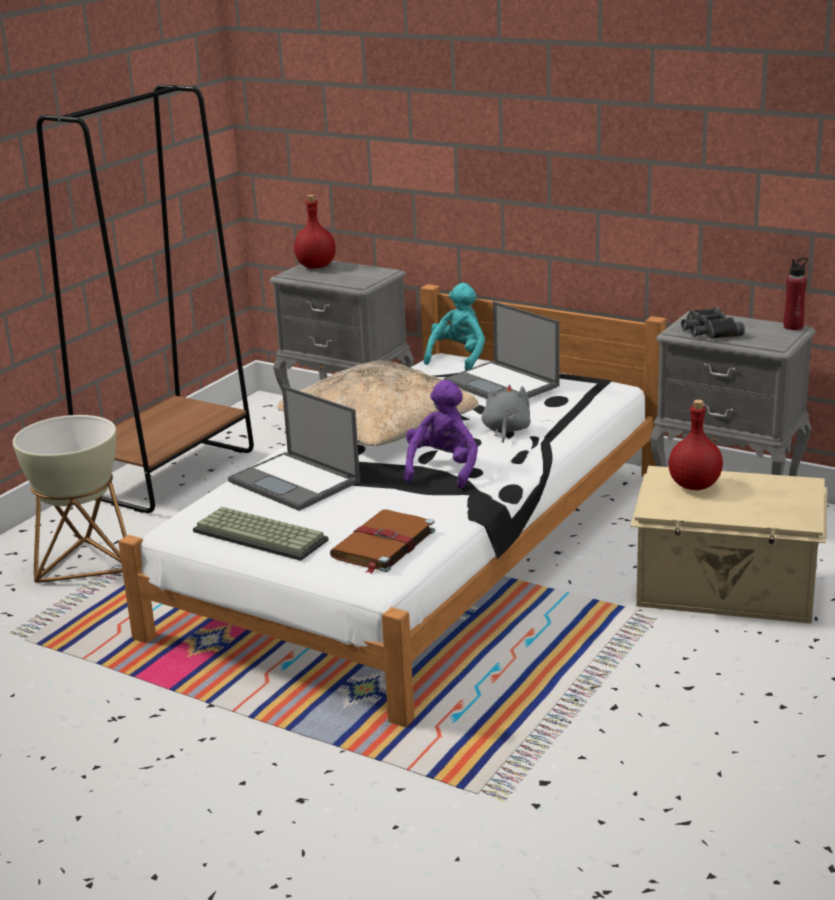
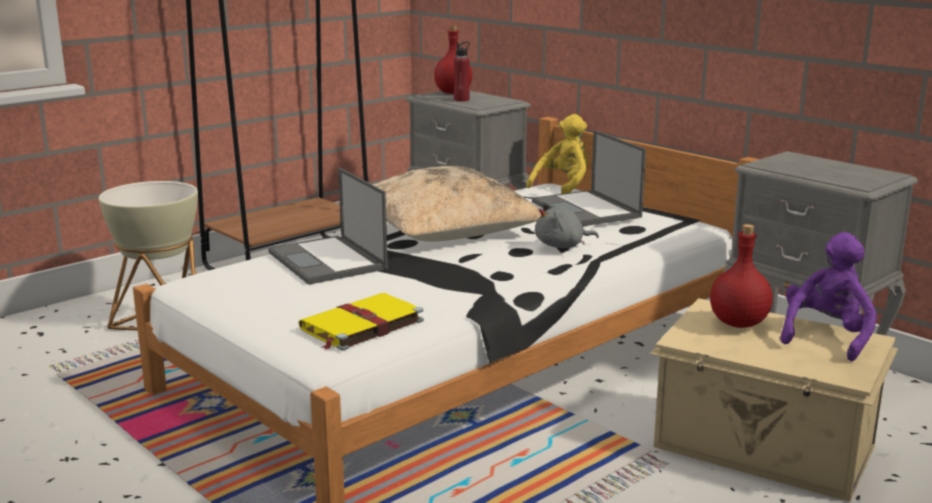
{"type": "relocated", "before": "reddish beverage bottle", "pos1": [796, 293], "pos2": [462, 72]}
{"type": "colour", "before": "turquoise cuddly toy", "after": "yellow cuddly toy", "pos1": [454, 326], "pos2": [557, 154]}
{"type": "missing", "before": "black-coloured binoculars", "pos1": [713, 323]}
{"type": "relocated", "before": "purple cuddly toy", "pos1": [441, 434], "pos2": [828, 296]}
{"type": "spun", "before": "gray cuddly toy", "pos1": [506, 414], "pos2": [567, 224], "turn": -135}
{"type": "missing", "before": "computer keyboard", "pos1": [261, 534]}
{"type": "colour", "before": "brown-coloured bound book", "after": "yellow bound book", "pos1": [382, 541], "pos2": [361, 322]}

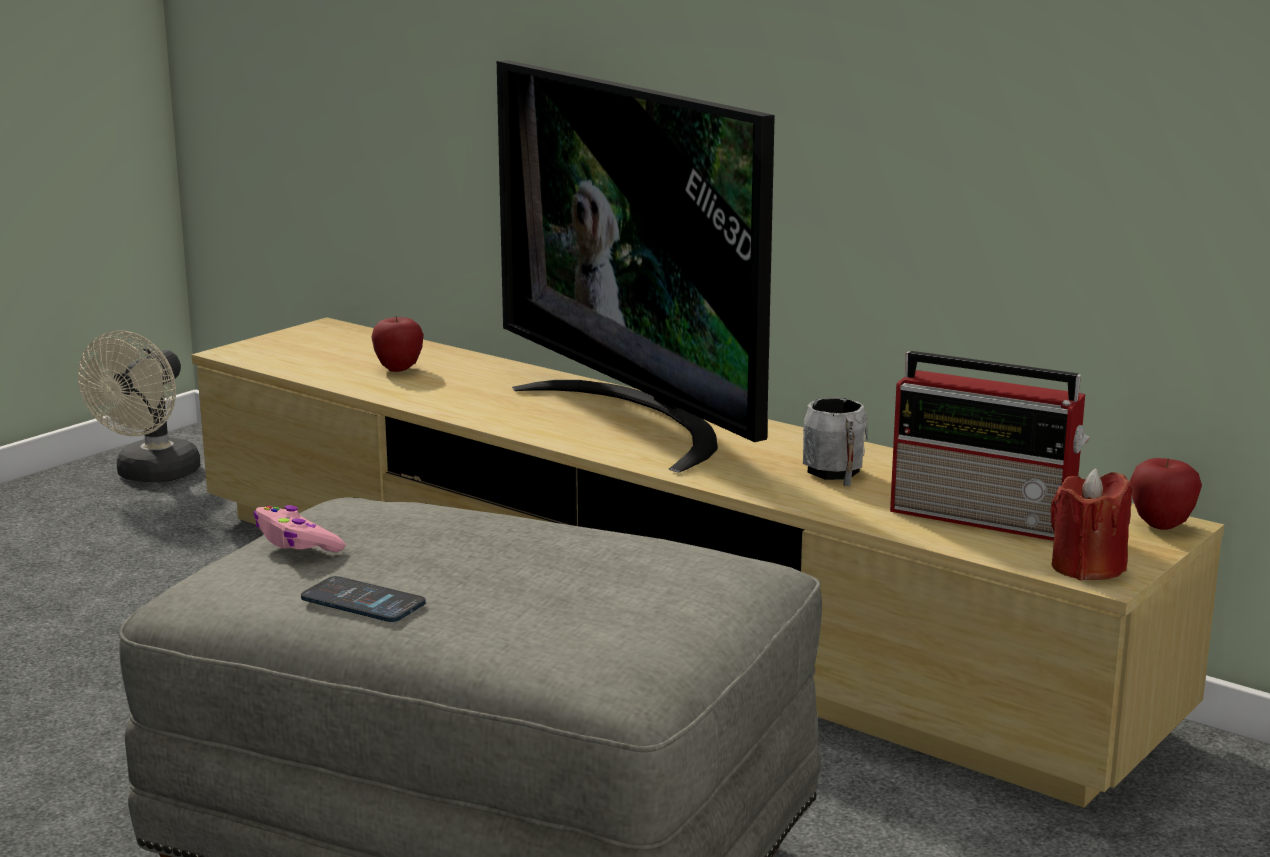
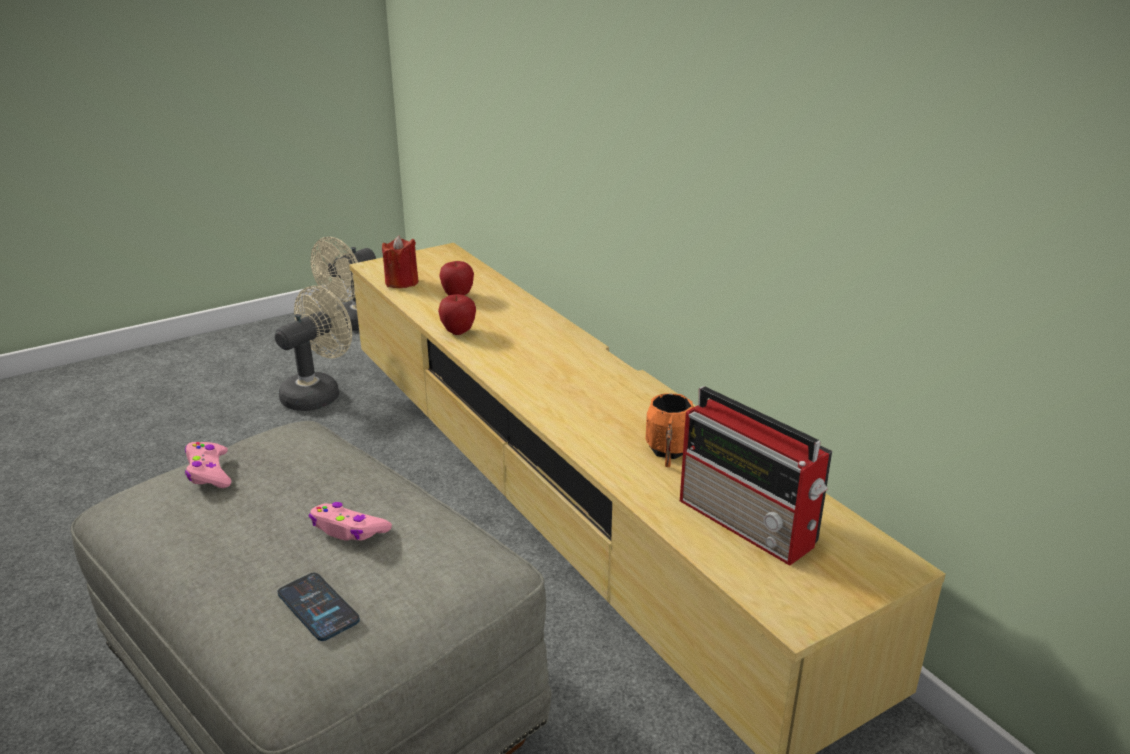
{"type": "missing", "before": "TV set", "pos1": [636, 266]}
{"type": "colour", "before": "gray coffee mug", "after": "orange coffee mug", "pos1": [835, 442], "pos2": [669, 430]}
{"type": "relocated", "before": "apple", "pos1": [1166, 494], "pos2": [457, 314]}
{"type": "relocated", "before": "reddish candle", "pos1": [1091, 524], "pos2": [400, 262]}
{"type": "relocated", "before": "handset", "pos1": [363, 599], "pos2": [318, 607]}
{"type": "appeared", "after": "sand-coloured cooling fan", "pos2": [313, 348]}
{"type": "appeared", "after": "pink-coloured game controller", "pos2": [350, 521]}

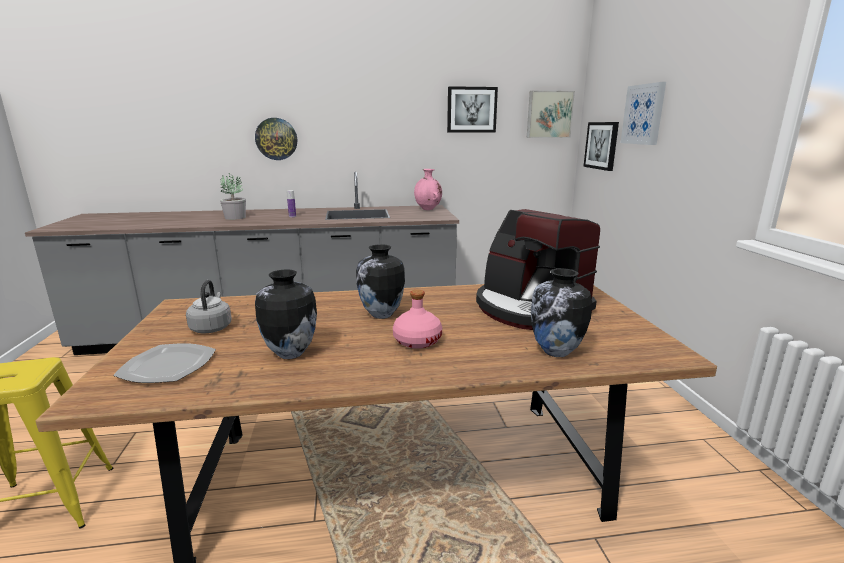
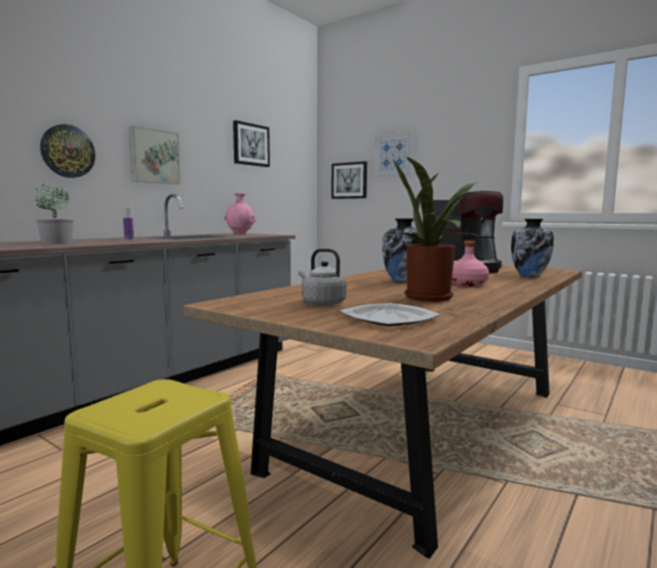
{"type": "relocated", "before": "wall art", "pos1": [551, 114], "pos2": [155, 155]}
{"type": "exchanged", "before": "decorative vase", "after": "houseplant", "pos1": [286, 314], "pos2": [433, 229]}

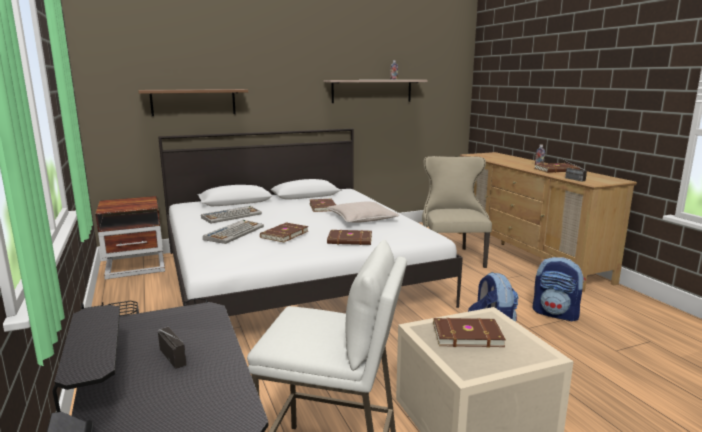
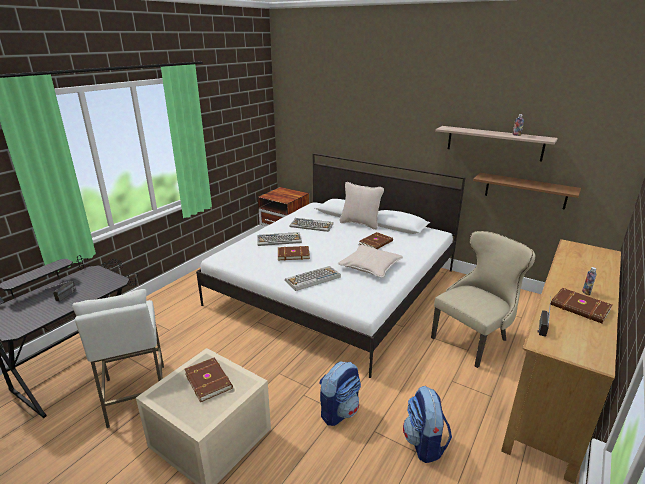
{"type": "relocated", "before": "brown-coloured shelf", "pos1": [193, 102], "pos2": [527, 191]}
{"type": "exchanged", "before": "brown-coloured bound book", "after": "computer keyboard", "pos1": [349, 237], "pos2": [313, 278]}
{"type": "appeared", "after": "sand-coloured cushion", "pos2": [361, 206]}

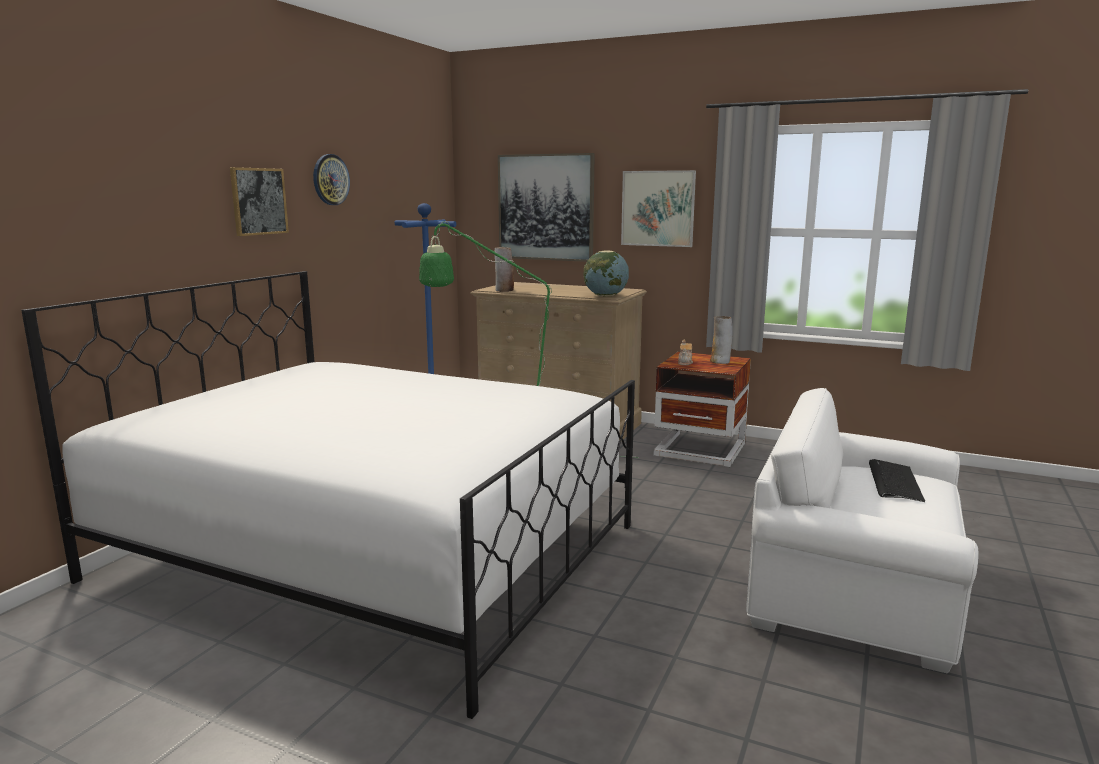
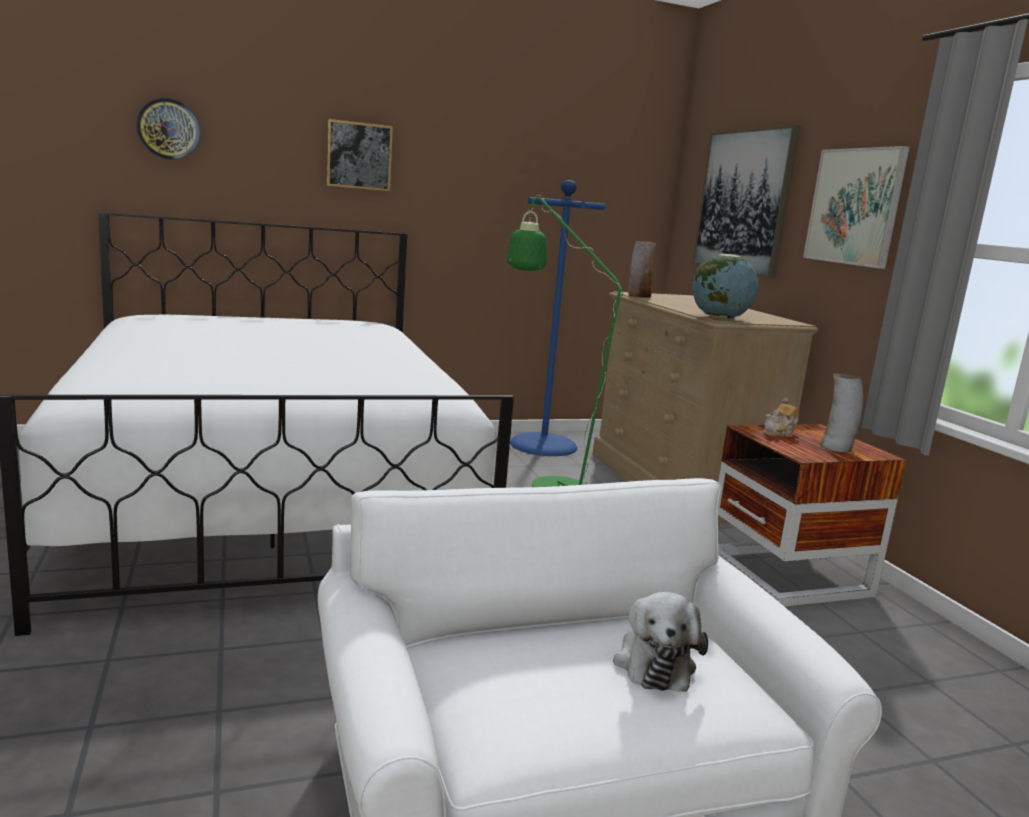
{"type": "relocated", "before": "clock on the wall", "pos1": [331, 179], "pos2": [168, 129]}
{"type": "exchanged", "before": "computer keyboard", "after": "cuddly toy", "pos1": [897, 480], "pos2": [660, 642]}

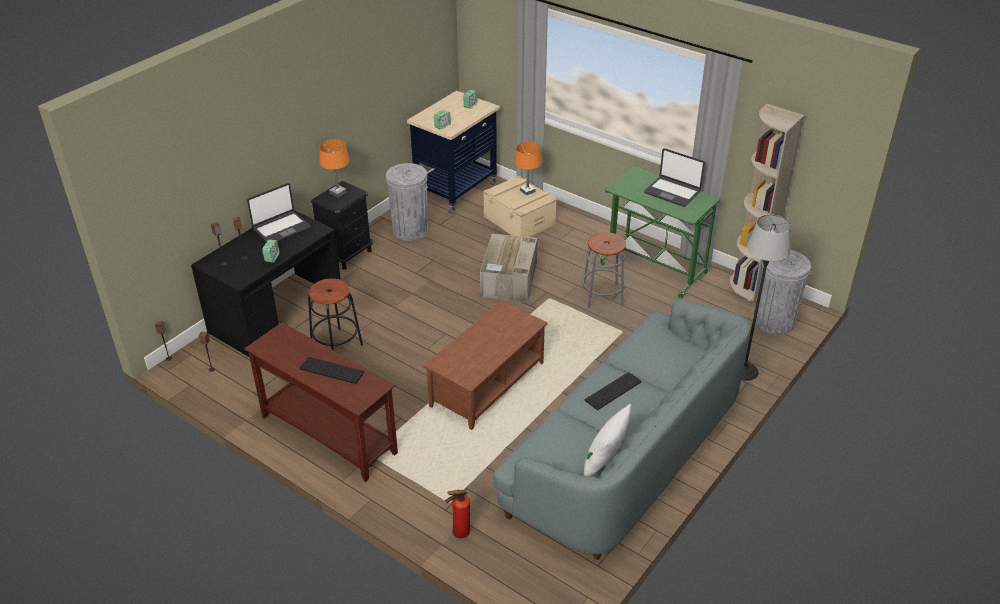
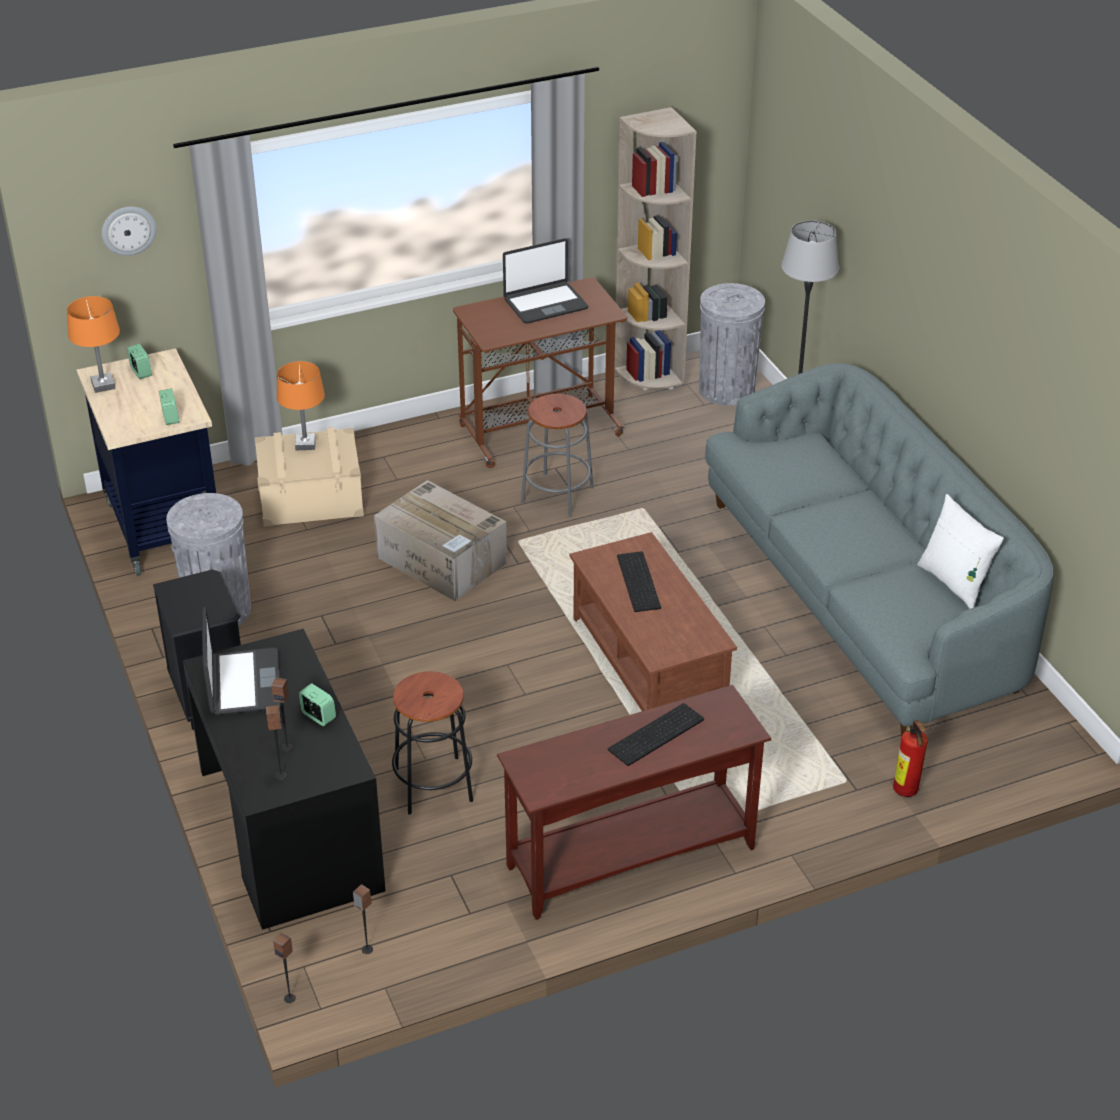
{"type": "relocated", "before": "orange lamp for a table", "pos1": [334, 168], "pos2": [93, 344]}
{"type": "colour", "before": "green-coloured desk unit", "after": "brown-coloured desk unit", "pos1": [660, 232], "pos2": [540, 373]}
{"type": "relocated", "before": "computer keyboard", "pos1": [612, 391], "pos2": [639, 581]}
{"type": "appeared", "after": "clock on the wall", "pos2": [129, 231]}

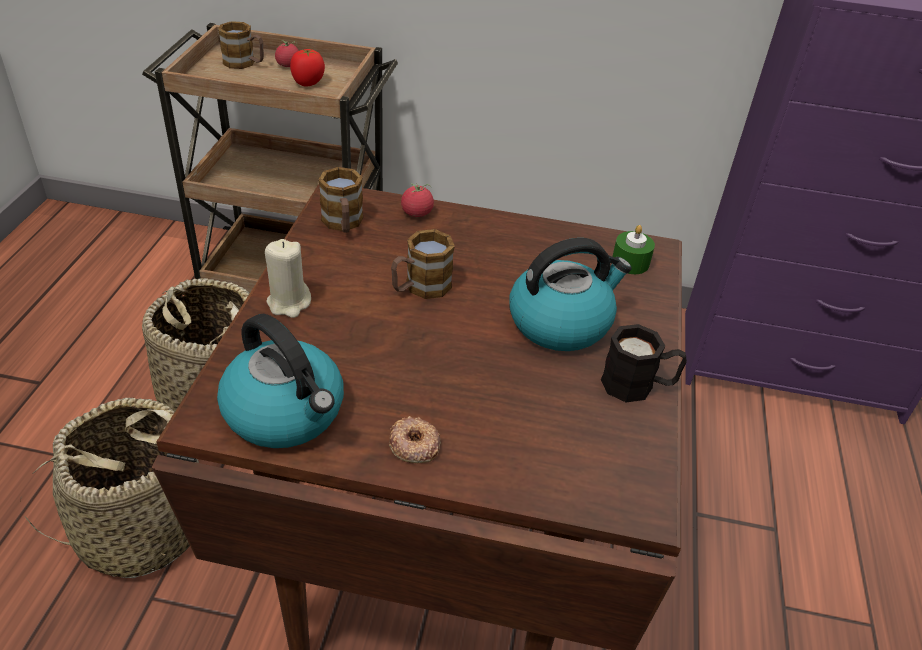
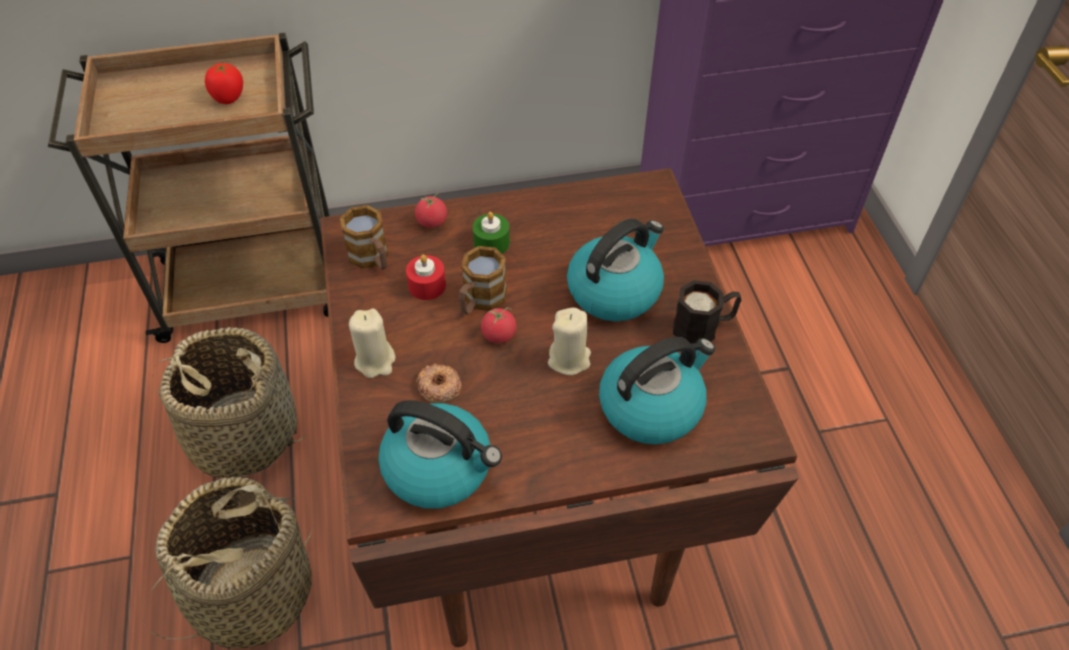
{"type": "missing", "before": "coffee mug", "pos1": [241, 45]}
{"type": "relocated", "before": "fresh tomato", "pos1": [287, 53], "pos2": [498, 325]}
{"type": "relocated", "before": "green-coloured candle", "pos1": [633, 249], "pos2": [491, 233]}
{"type": "relocated", "before": "ring doughnut", "pos1": [414, 439], "pos2": [439, 383]}
{"type": "appeared", "after": "reddish candle", "pos2": [426, 277]}
{"type": "appeared", "after": "sand-coloured candle", "pos2": [569, 341]}
{"type": "appeared", "after": "water kettle", "pos2": [657, 390]}

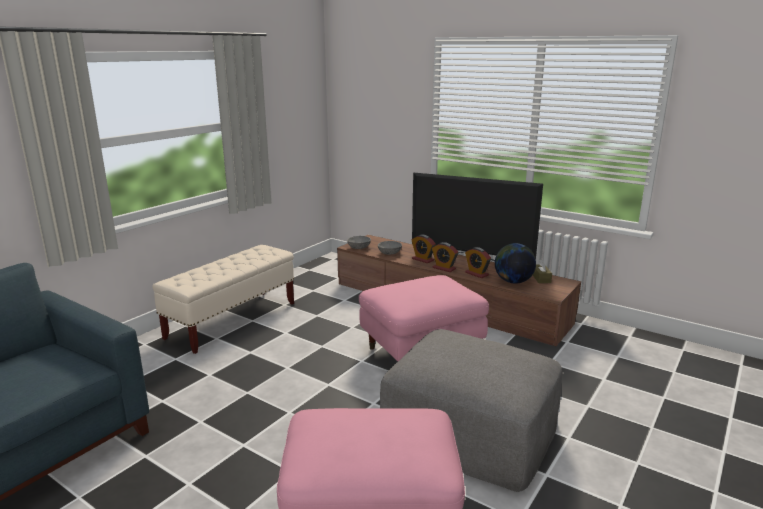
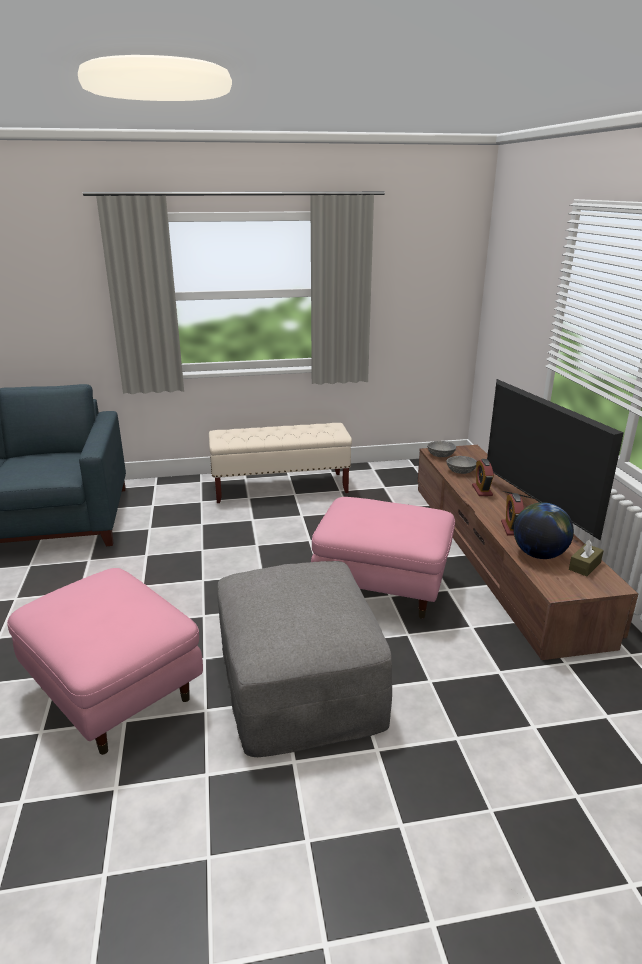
{"type": "missing", "before": "bedside clock", "pos1": [445, 257]}

